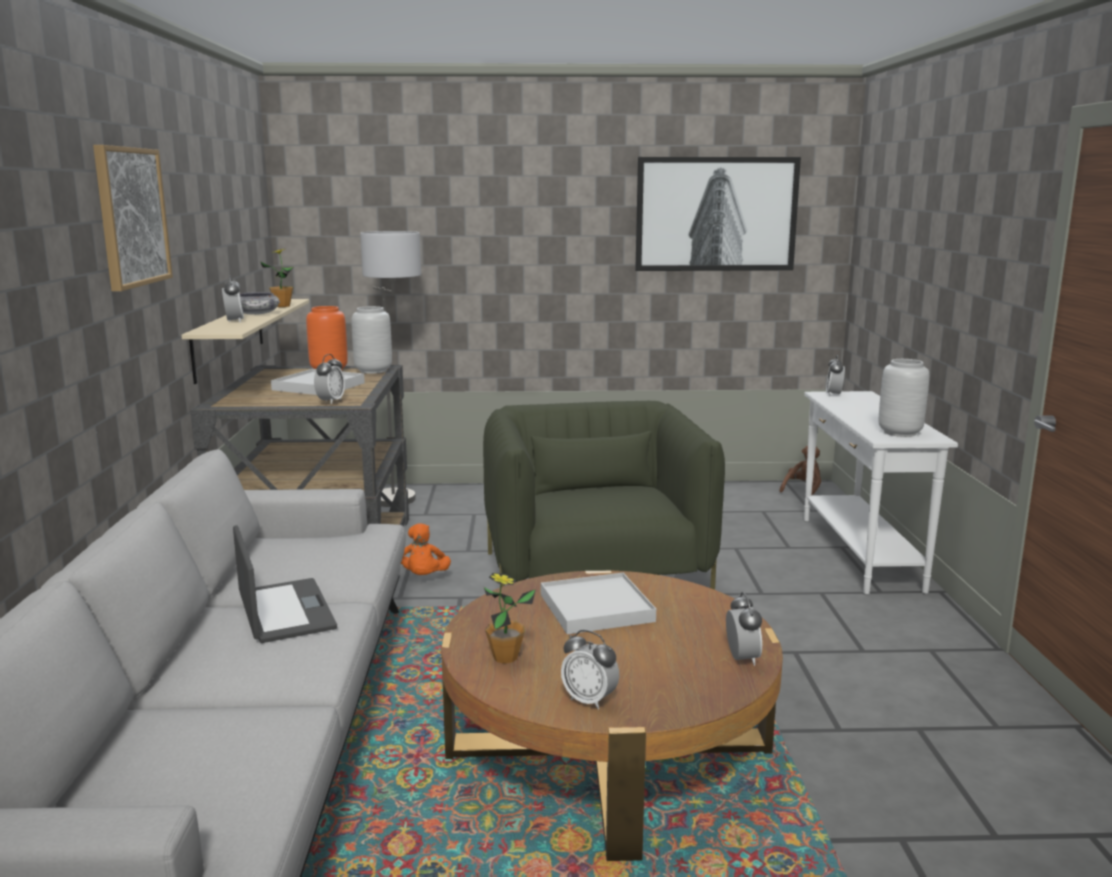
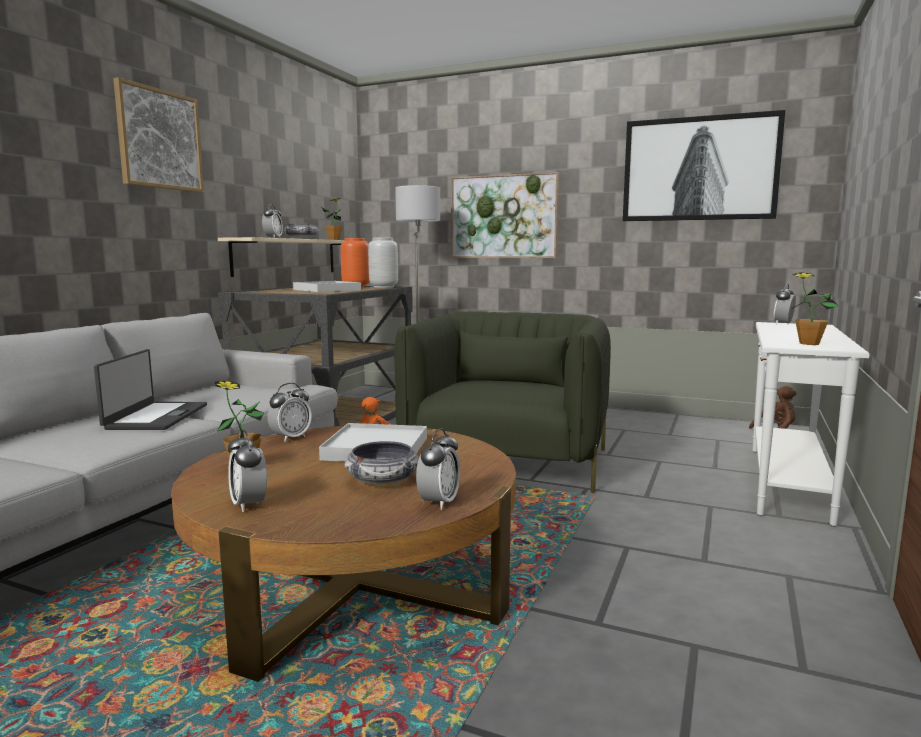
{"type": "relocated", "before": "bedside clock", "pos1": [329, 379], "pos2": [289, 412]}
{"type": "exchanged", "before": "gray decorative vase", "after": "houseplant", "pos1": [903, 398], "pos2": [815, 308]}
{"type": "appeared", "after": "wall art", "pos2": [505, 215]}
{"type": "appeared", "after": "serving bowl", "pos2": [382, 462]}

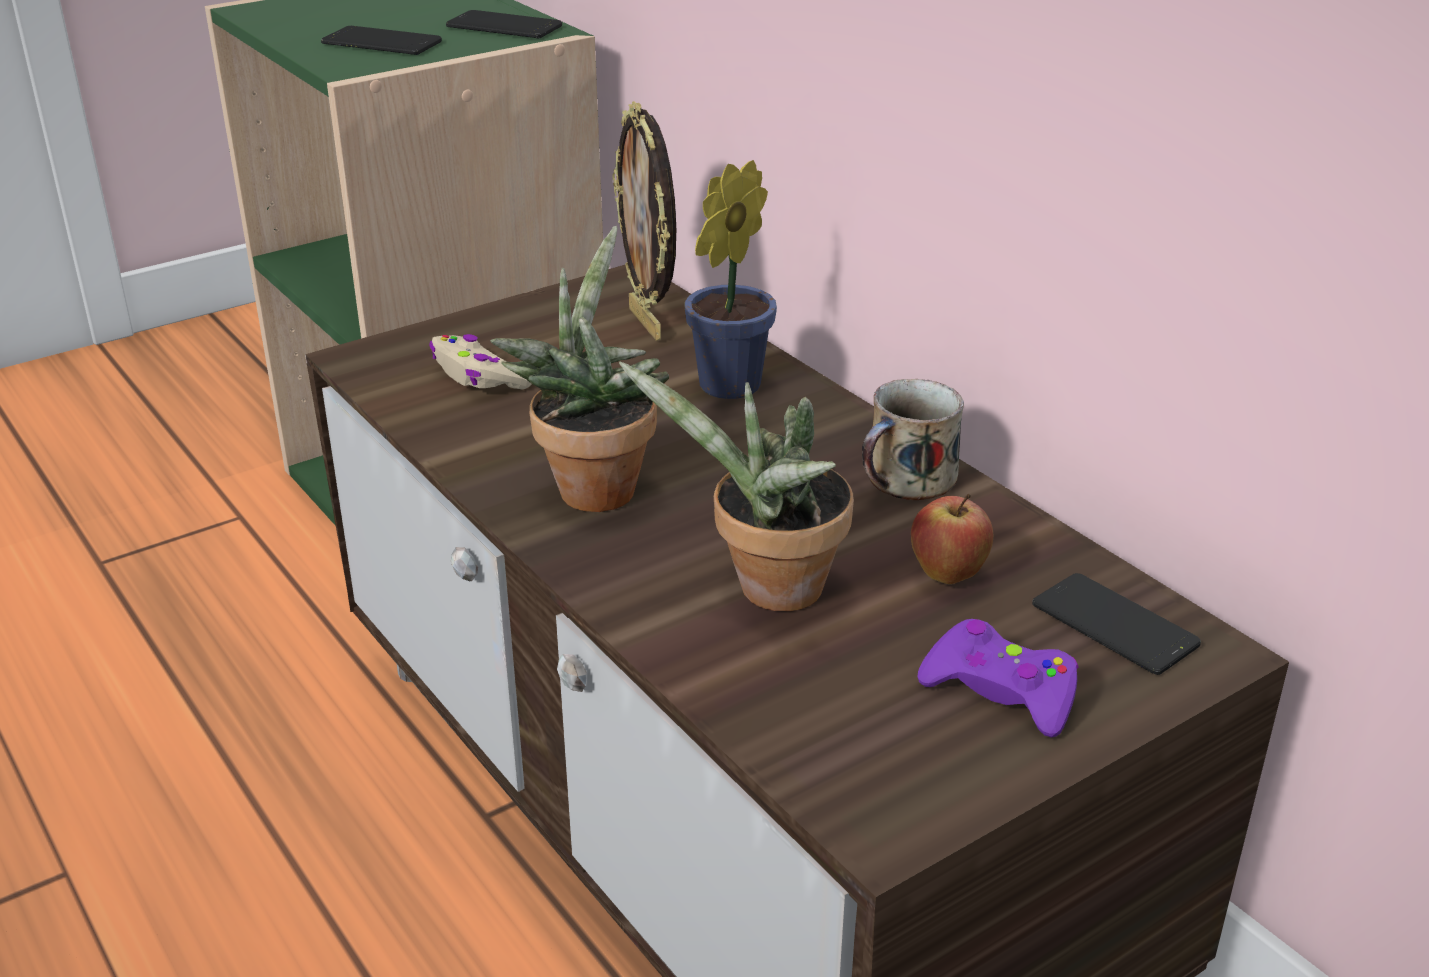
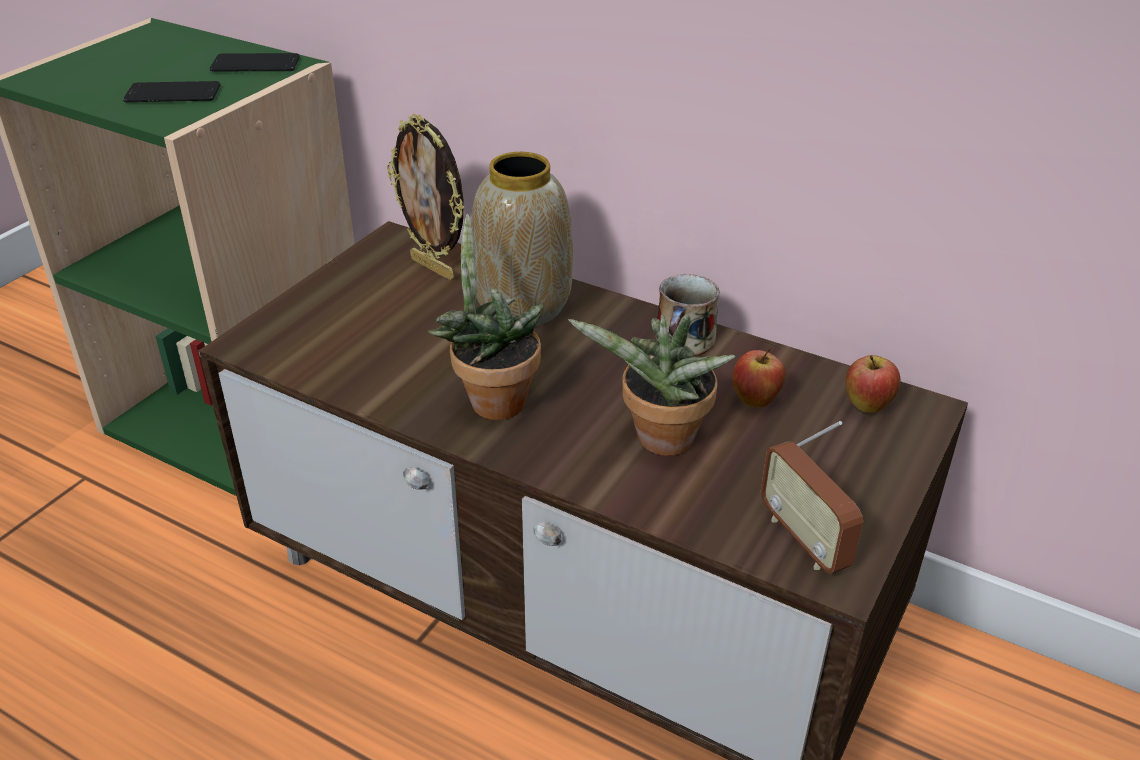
{"type": "exchanged", "before": "houseplant", "after": "decorative vase", "pos1": [730, 279], "pos2": [522, 239]}
{"type": "missing", "before": "sand-coloured game controller", "pos1": [480, 362]}
{"type": "exchanged", "before": "handset", "after": "apple", "pos1": [1116, 624], "pos2": [873, 384]}
{"type": "missing", "before": "purple game controller", "pos1": [998, 678]}
{"type": "appeared", "after": "radio set", "pos2": [812, 497]}

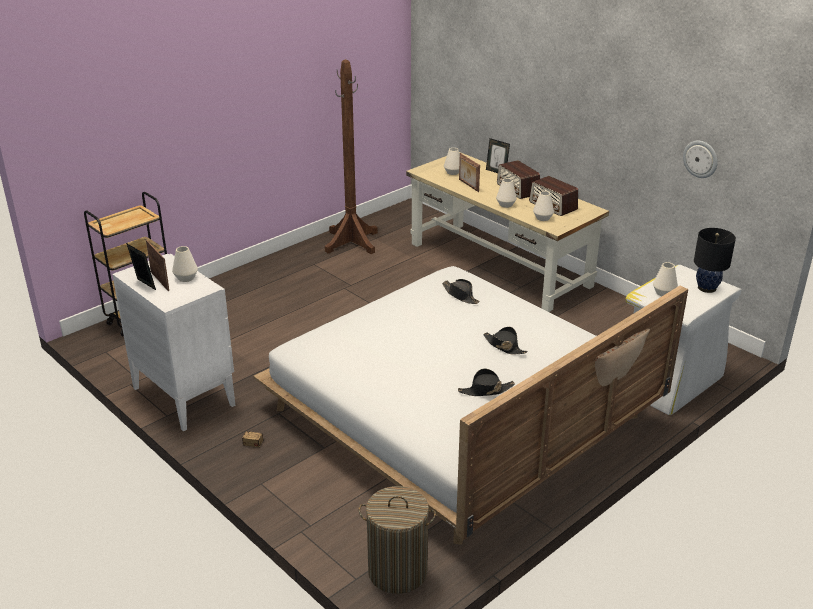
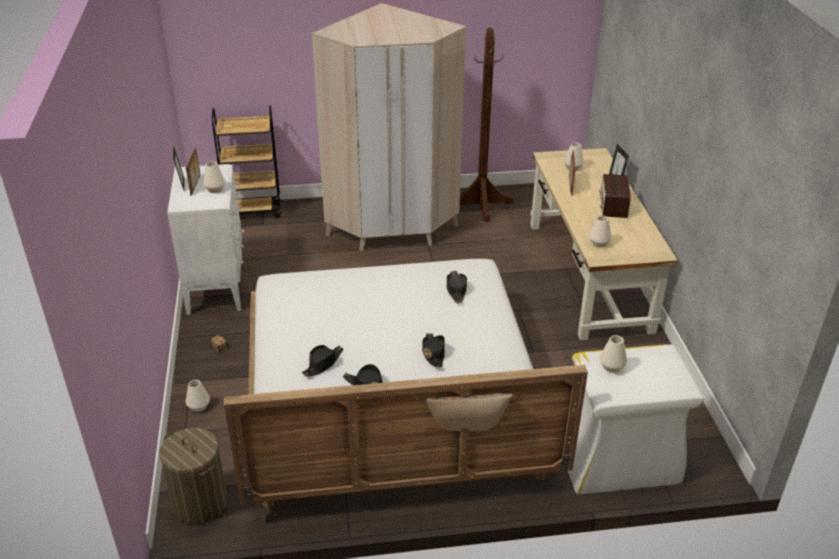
{"type": "missing", "before": "clock on the wall", "pos1": [700, 159]}
{"type": "missing", "before": "radio set", "pos1": [553, 196]}
{"type": "relocated", "before": "white-coloured decorative vase", "pos1": [506, 193], "pos2": [198, 396]}
{"type": "missing", "before": "black-coloured lamp for a table", "pos1": [715, 260]}
{"type": "appeared", "after": "sand-coloured clothes cupboard", "pos2": [389, 127]}
{"type": "appeared", "after": "black-coloured wearable hat", "pos2": [322, 360]}

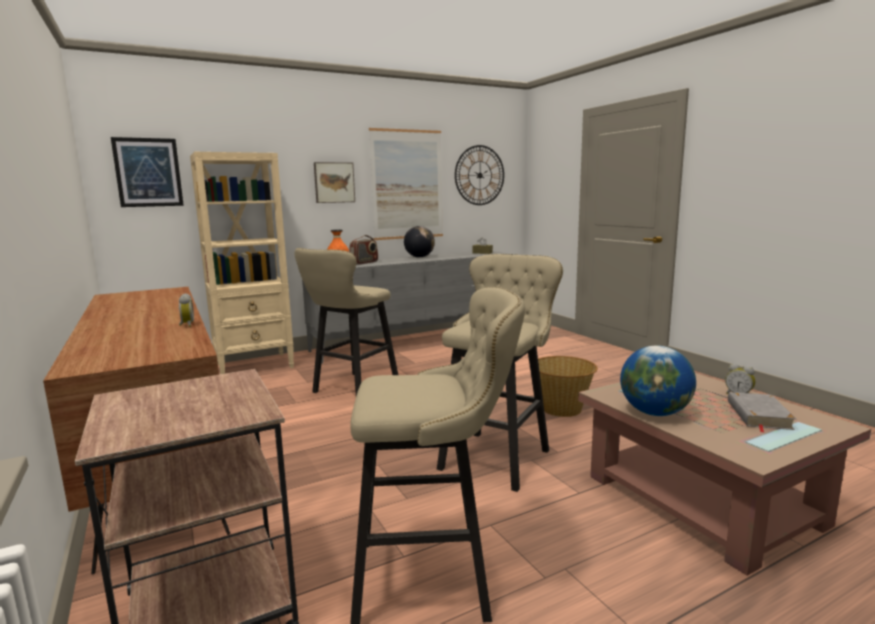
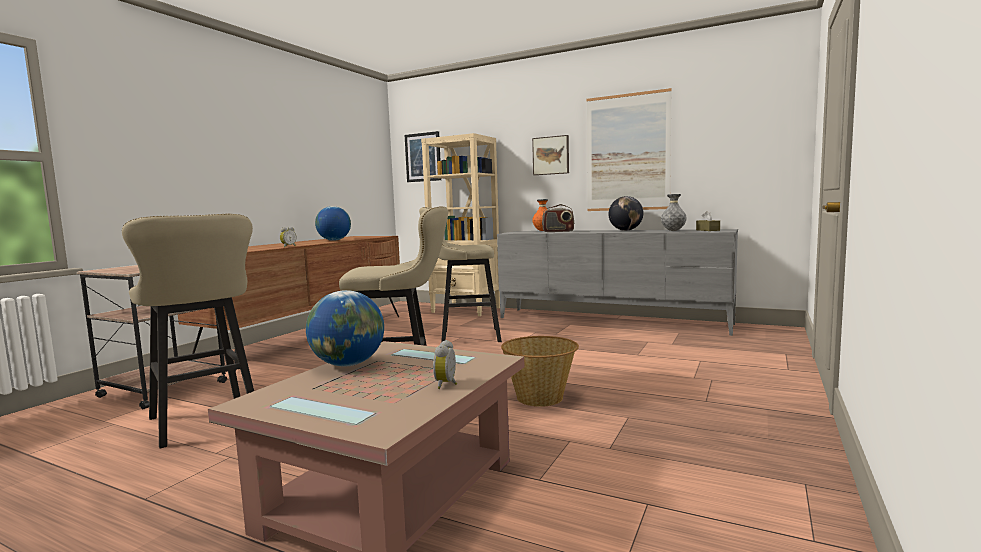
{"type": "missing", "before": "clock on the wall", "pos1": [479, 175]}
{"type": "missing", "before": "gray bound book", "pos1": [762, 412]}
{"type": "appeared", "after": "gray decorative vase", "pos2": [674, 212]}
{"type": "appeared", "after": "world globe", "pos2": [333, 223]}

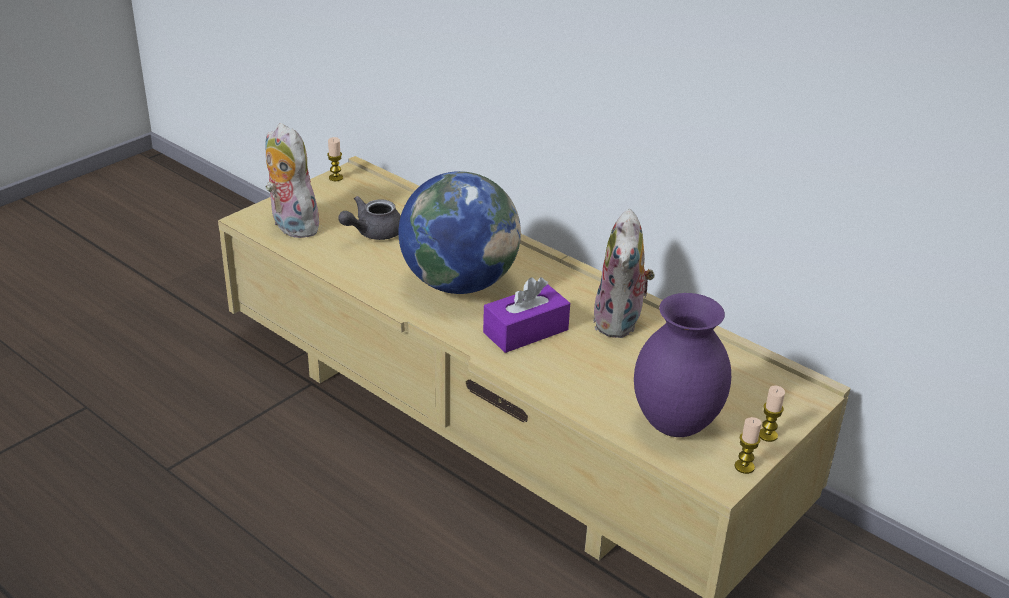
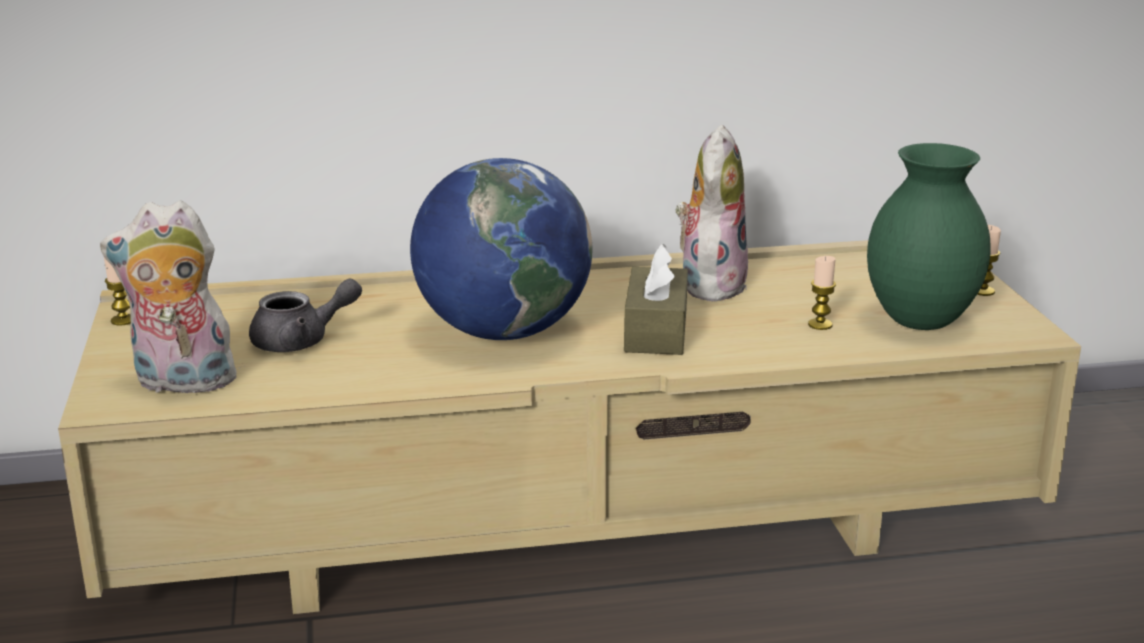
{"type": "spun", "before": "gray pot for tea", "pos1": [369, 218], "pos2": [305, 315], "turn": -105}
{"type": "spun", "before": "cuddly toy", "pos1": [624, 273], "pos2": [711, 213], "turn": -120}
{"type": "colour", "before": "purple box of tissues", "after": "brown-coloured box of tissues", "pos1": [526, 315], "pos2": [656, 299]}
{"type": "colour", "before": "purple decorative vase", "after": "green-coloured decorative vase", "pos1": [682, 365], "pos2": [929, 236]}
{"type": "relocated", "before": "candle", "pos1": [748, 445], "pos2": [822, 293]}

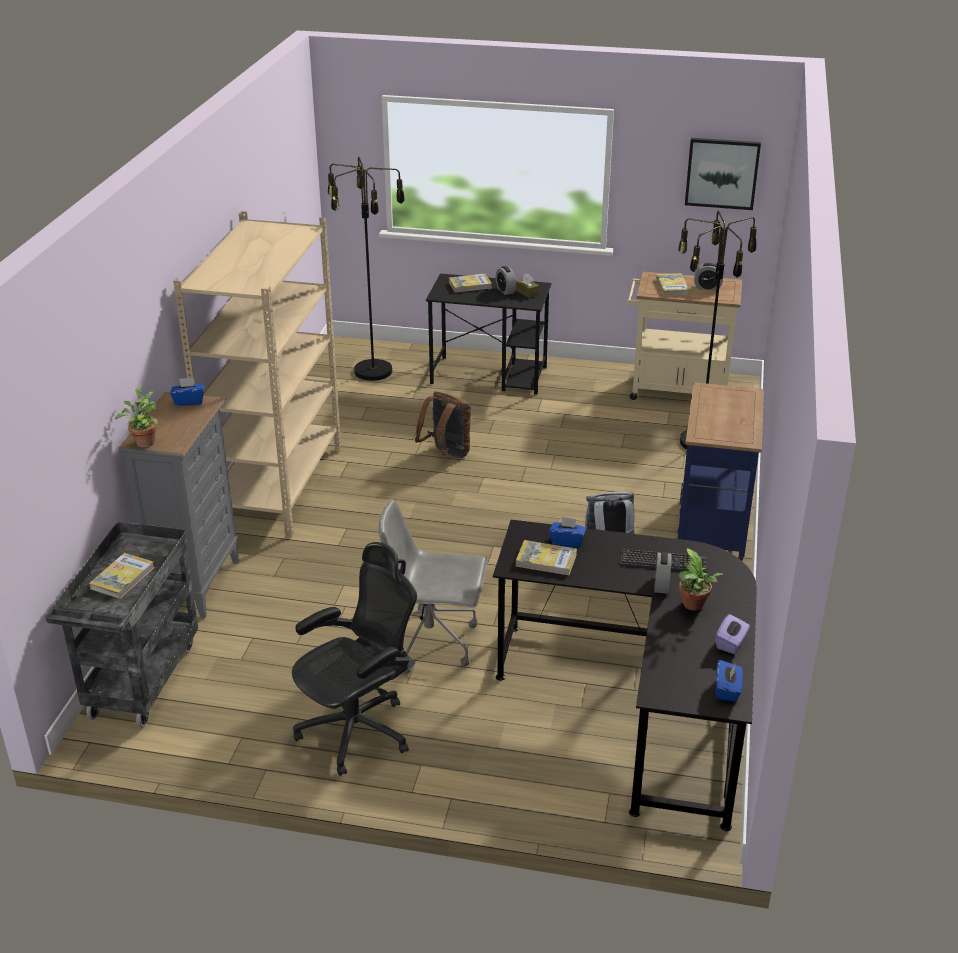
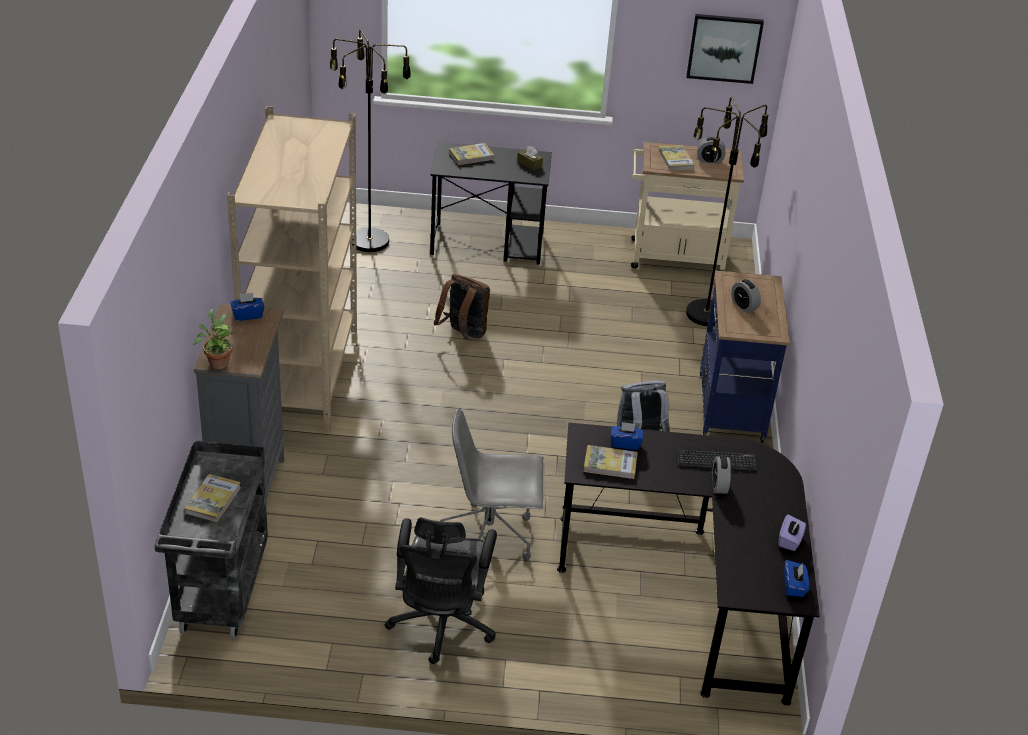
{"type": "relocated", "before": "bedside clock", "pos1": [506, 280], "pos2": [746, 296]}
{"type": "spun", "before": "office chair", "pos1": [354, 659], "pos2": [441, 590], "turn": 150}
{"type": "missing", "before": "houseplant", "pos1": [701, 579]}

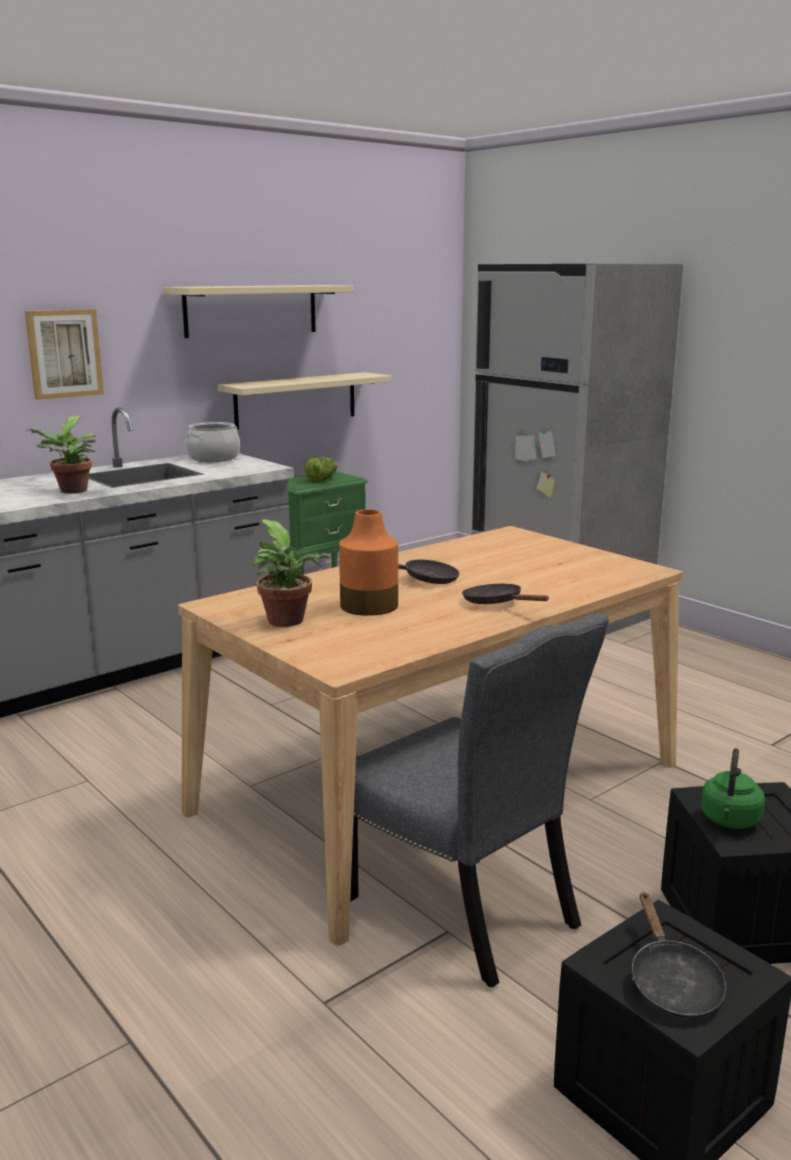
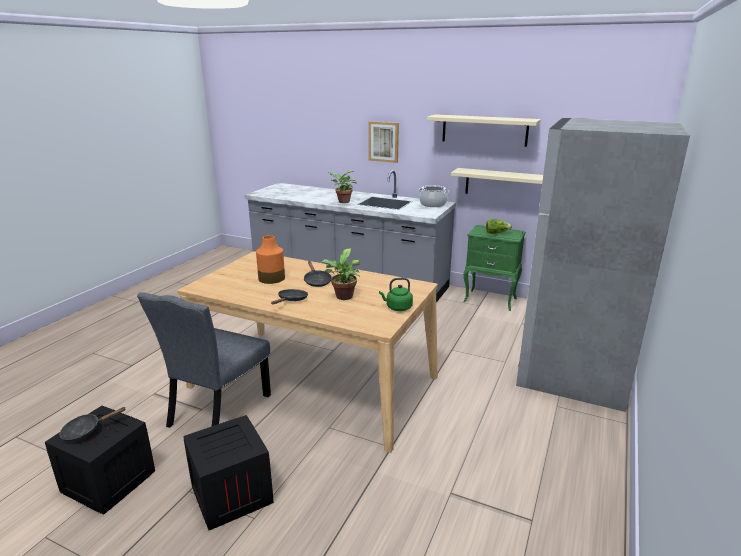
{"type": "relocated", "before": "houseplant", "pos1": [291, 573], "pos2": [340, 274]}
{"type": "relocated", "before": "green-coloured water kettle", "pos1": [733, 788], "pos2": [396, 294]}

